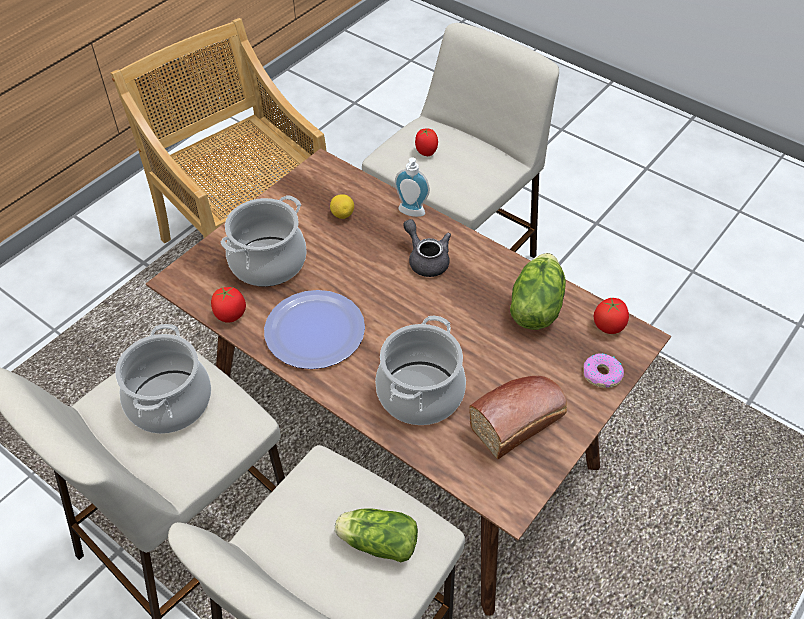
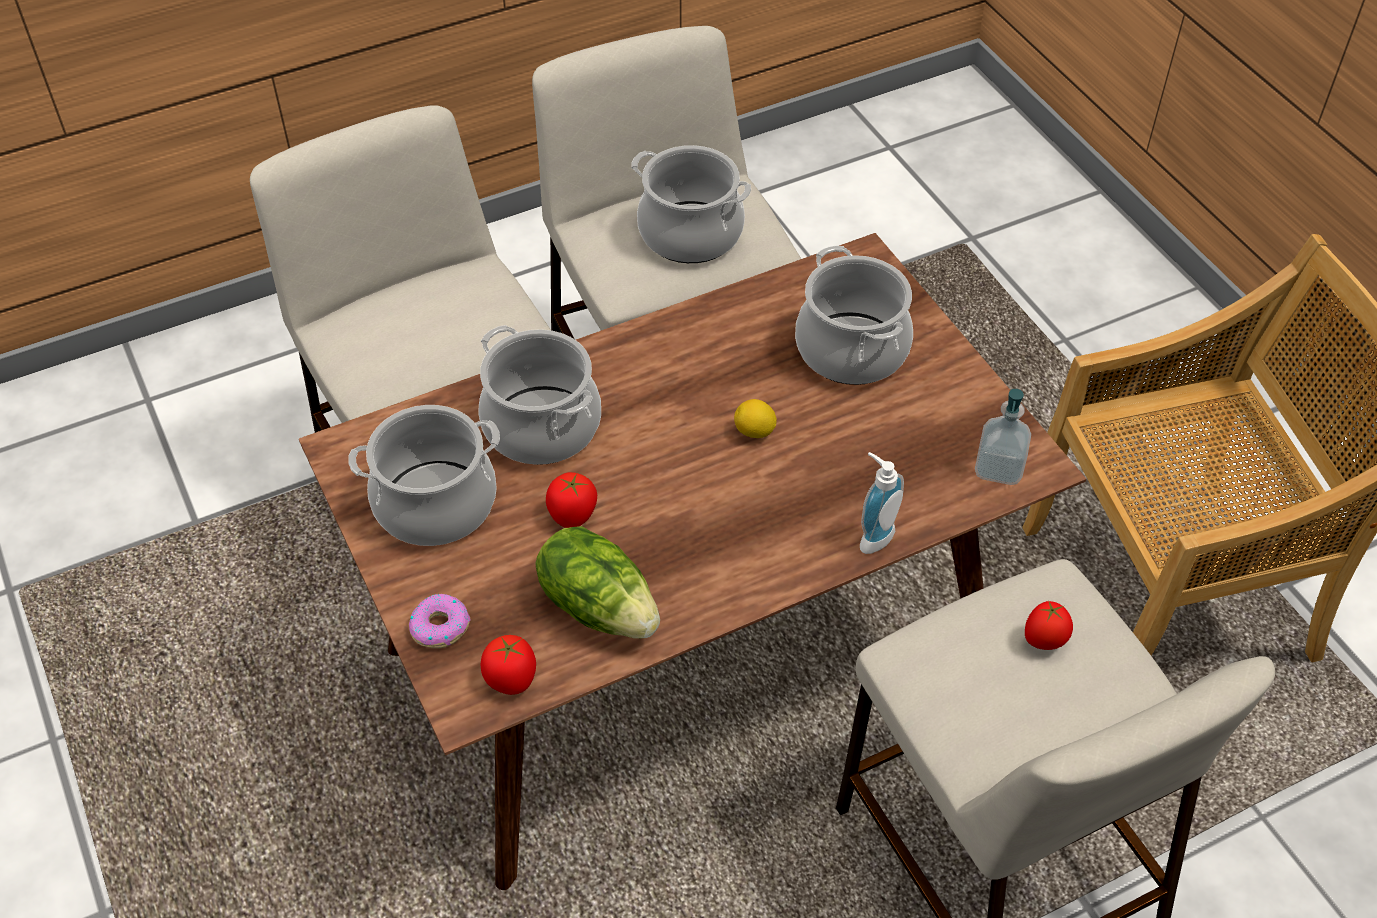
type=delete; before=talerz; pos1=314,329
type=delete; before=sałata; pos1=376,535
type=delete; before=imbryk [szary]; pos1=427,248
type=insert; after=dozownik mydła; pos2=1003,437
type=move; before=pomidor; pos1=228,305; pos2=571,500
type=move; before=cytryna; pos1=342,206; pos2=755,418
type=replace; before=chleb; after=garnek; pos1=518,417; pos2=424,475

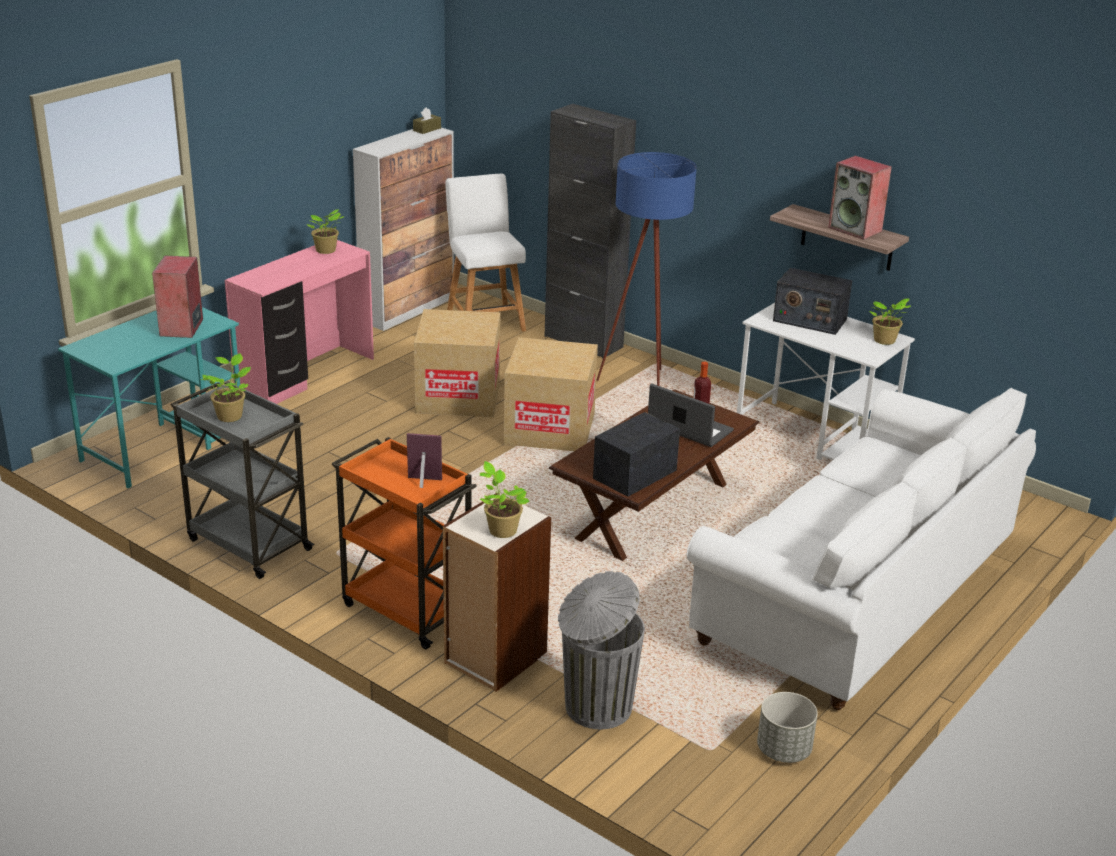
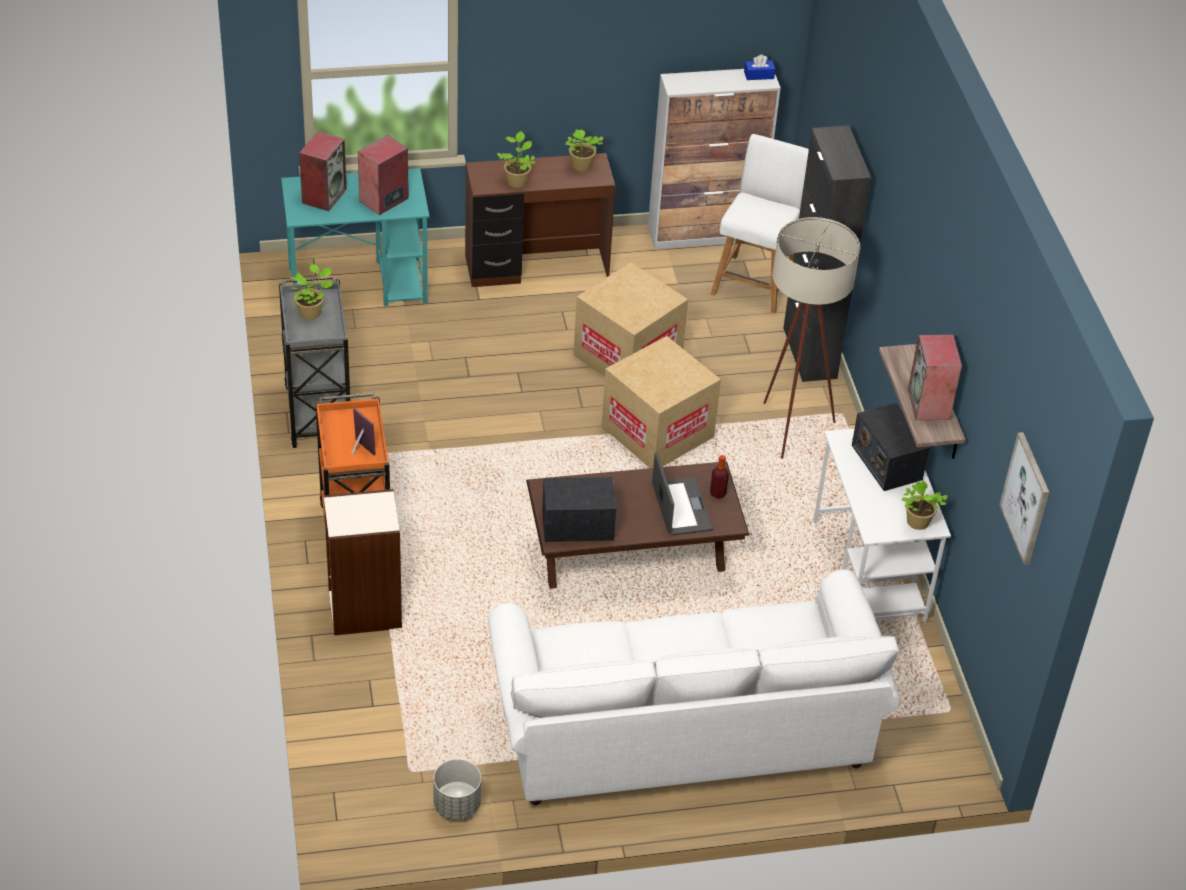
type=delete; before=kosz na śmieci [szary]; pos1=601,650
type=insert; after=głośnik; pos2=323,171
type=insert; after=obraz; pos2=1024,498
type=move; before=roślina doniczkowa; pos1=504,499; pos2=516,159
type=recolor; before=biurko [różowy]; after=biurko [brązowy]; pos1=299,322; pos2=540,220
type=recolor; before=pudełko chusteczek [brązowy]; after=pudełko chusteczek [niebieski]; pos1=427,120; pos2=759,67
type=recolor; before=lampa stojąca [niebieski]; after=lampa stojąca [beżowy]; pos1=647,269; pos2=812,338

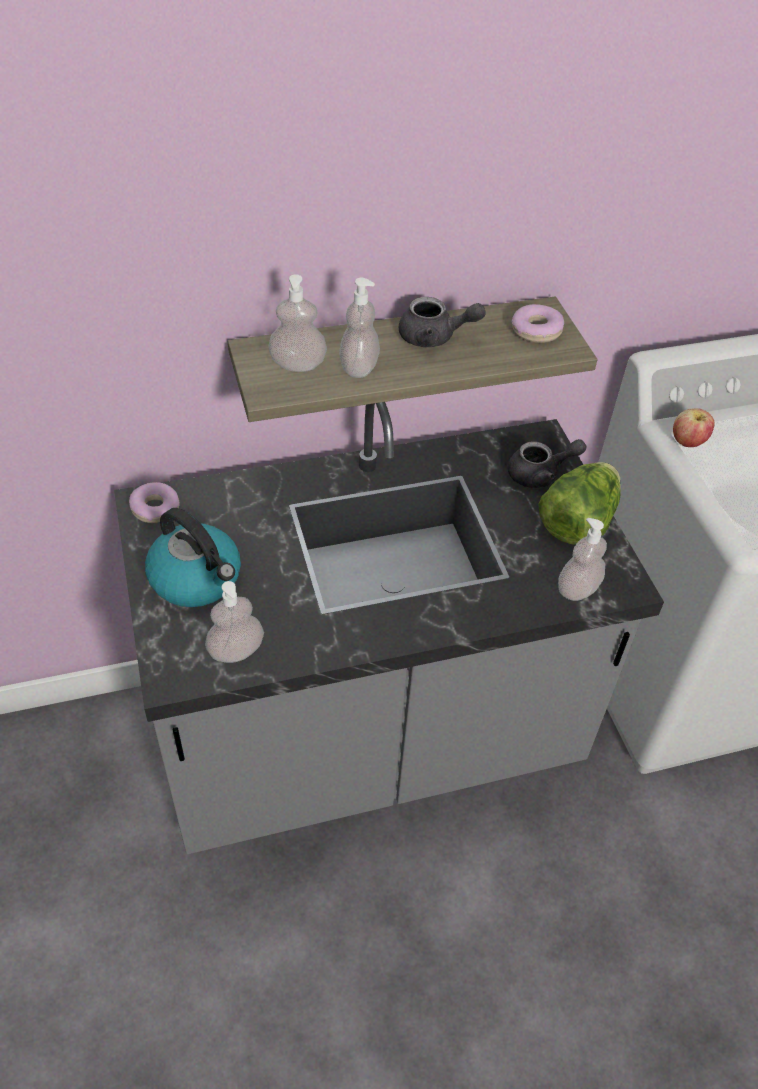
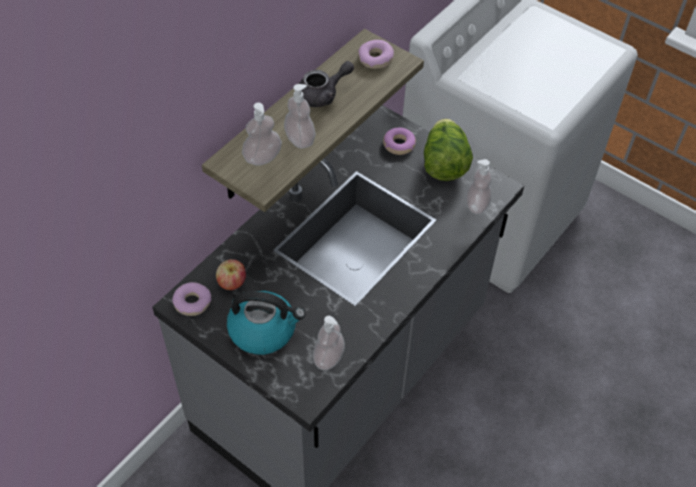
type=move; before=jabłko; pos1=693,427; pos2=231,274
type=replace; before=imbryk [szary]; after=donut; pos1=547,463; pos2=399,141

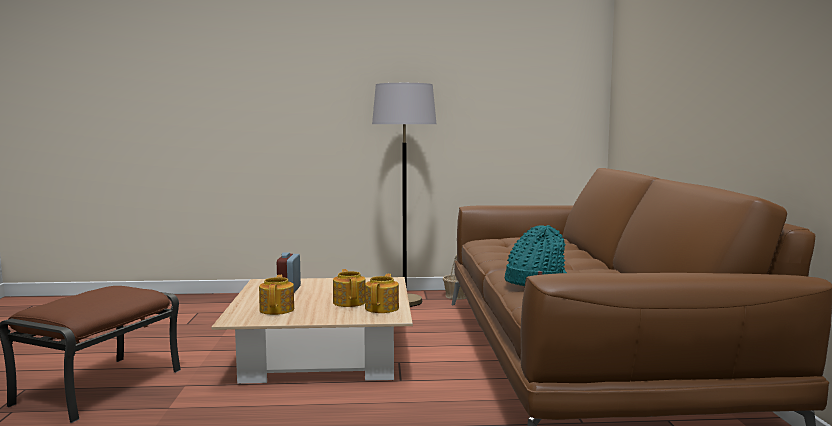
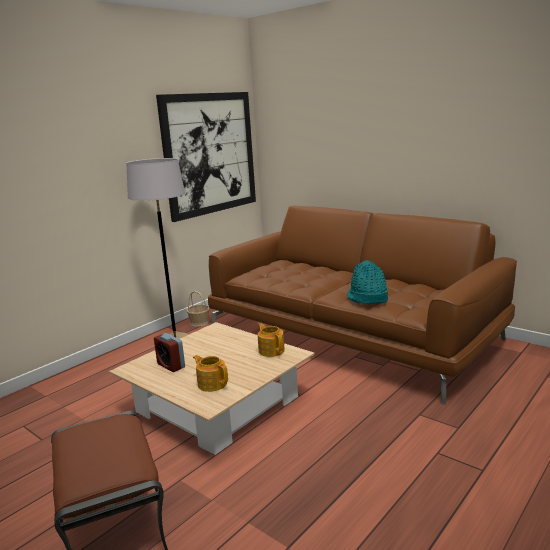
type=delete; before=imbryk; pos1=349,288
type=insert; after=obraz; pos2=206,157

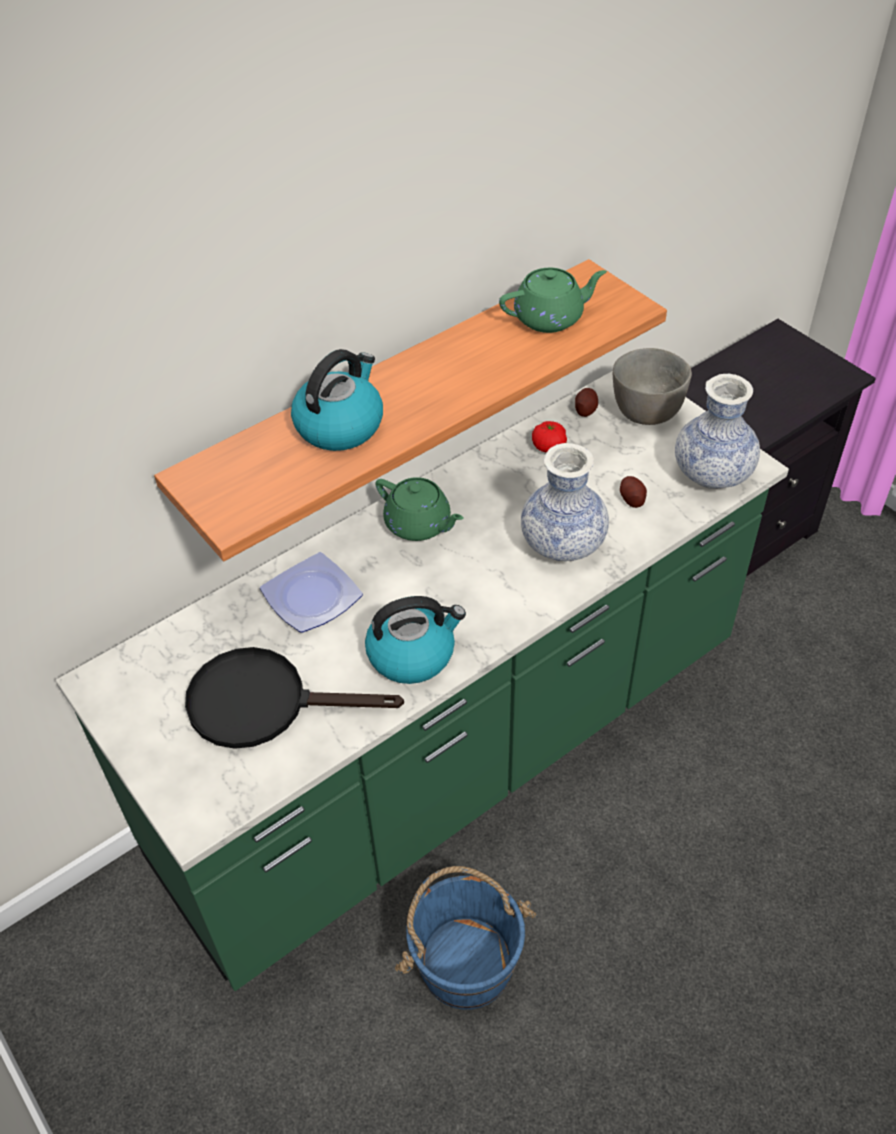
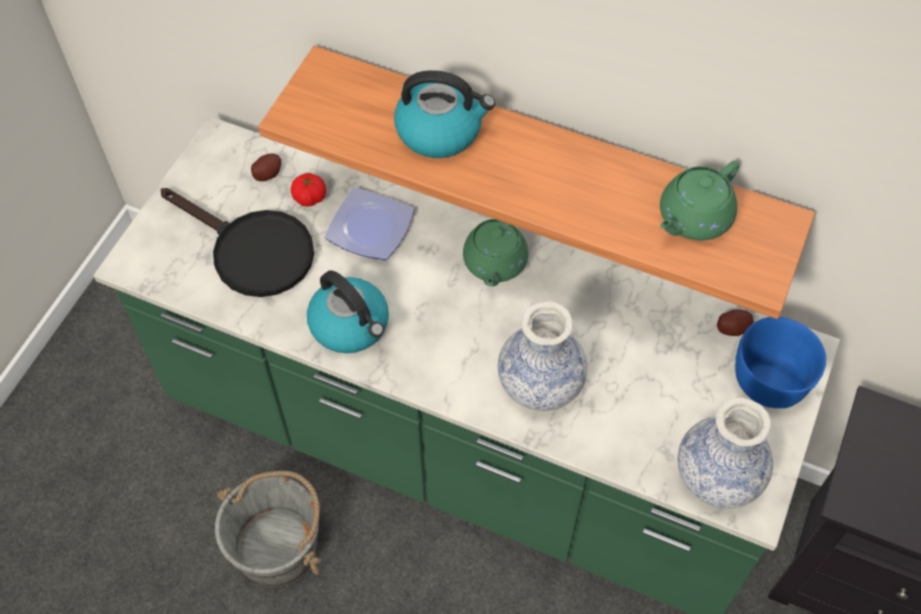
type=move; before=pomidor; pos1=549,436; pos2=308,190
type=move; before=ziemniak; pos1=633,492; pos2=266,167
type=recolor; before=wiadro [niebieski]; after=wiadro [szary]; pos1=466,938; pos2=268,529
type=recolor; before=miska [szary]; after=miska [niebieski]; pos1=652,386; pos2=780,362
type=rotate; before=patelnia [czarny]; pos1=294,698; pos2=237,242; turn=150
type=rotate; before=imbryk [zielony]; pos1=553,300; pos2=699,201; turn=90

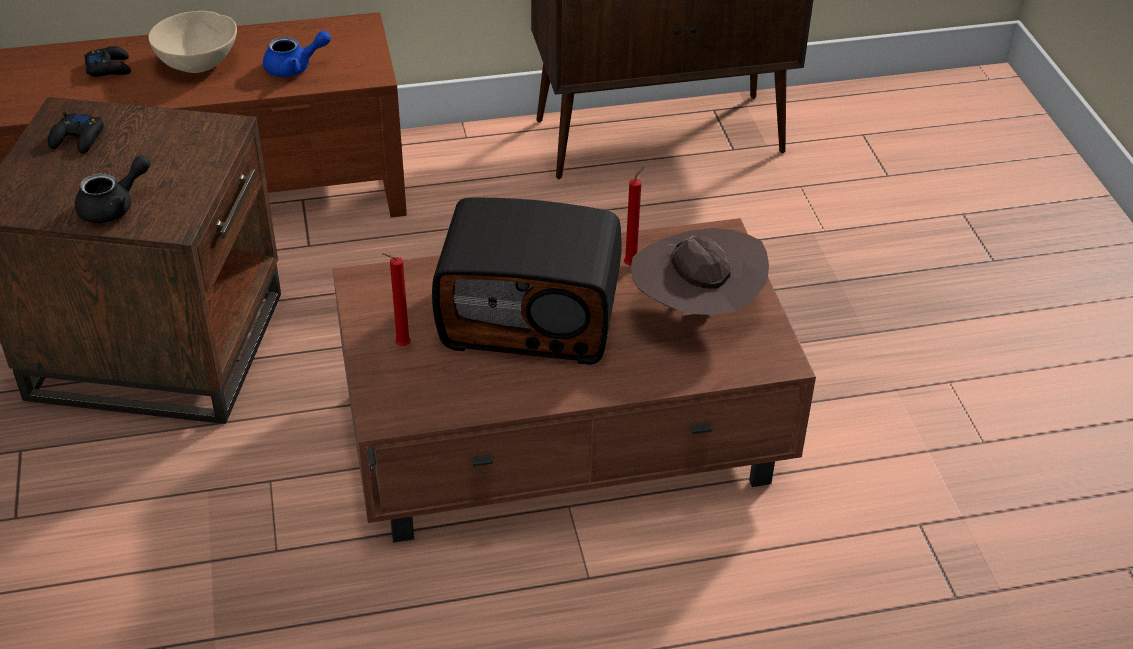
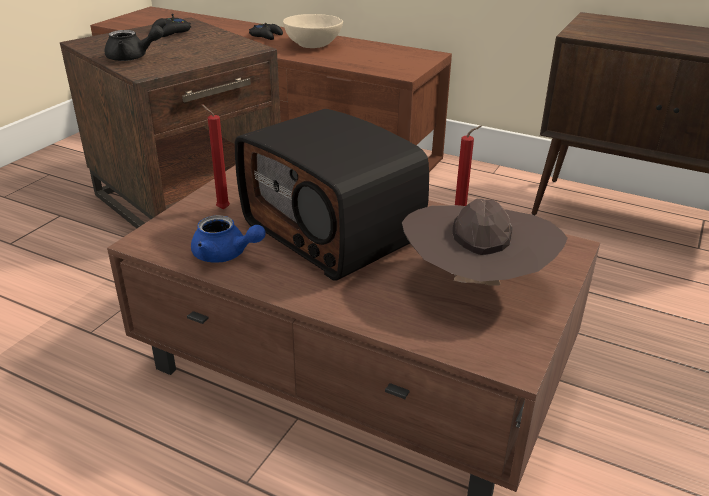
type=move; before=imbryk [niebieski]; pos1=297,54; pos2=228,239

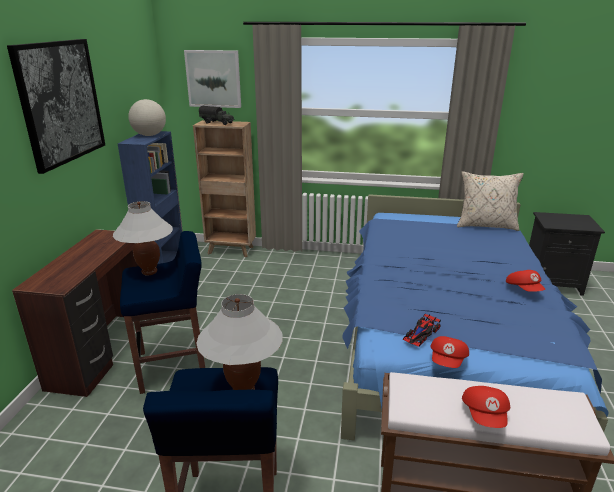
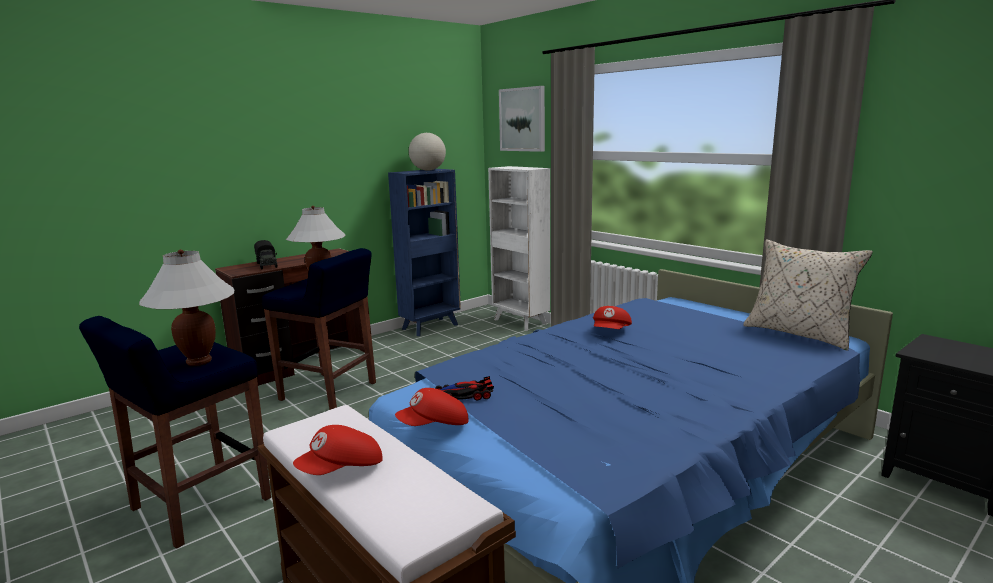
type=delete; before=obraz; pos1=56,106
type=move; before=ciężarówka zabawkowa; pos1=216,115; pos2=265,254
type=move; before=czapka z daszkiem [czerwony]; pos1=525,281; pos2=612,317
type=recolor; before=regał [brązowy]; after=regał [biały]; pos1=224,188; pos2=519,248

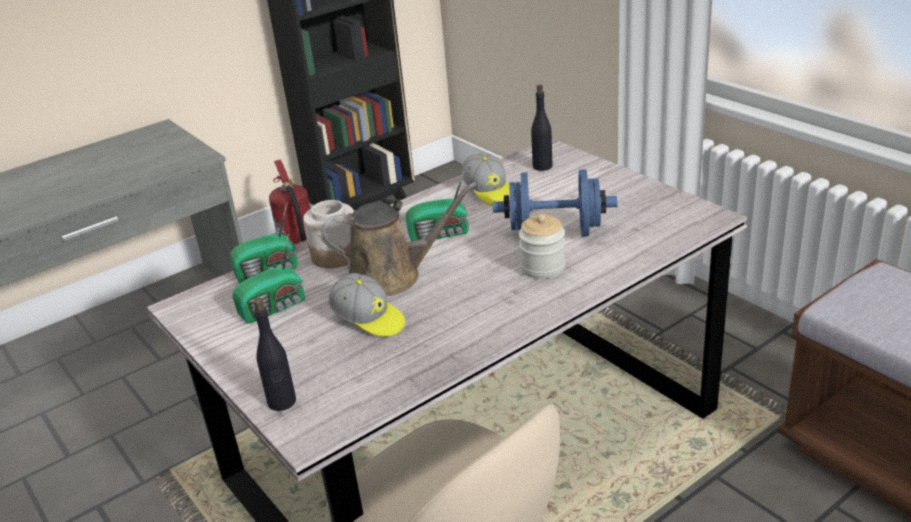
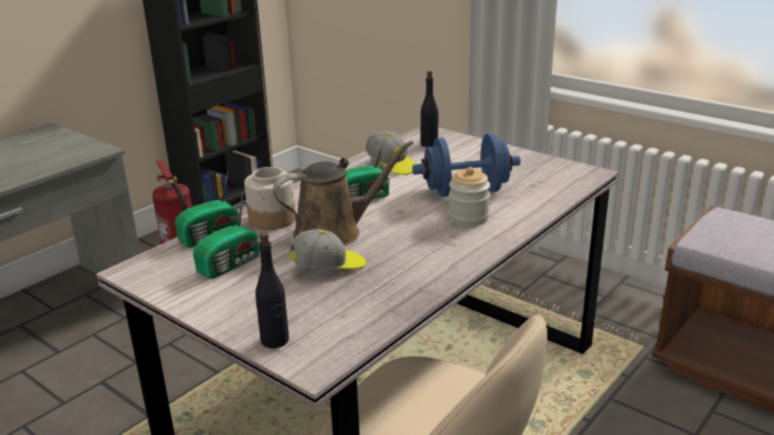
type=rotate; before=czapka z daszkiem; pos1=366,305; pos2=327,249; turn=-45

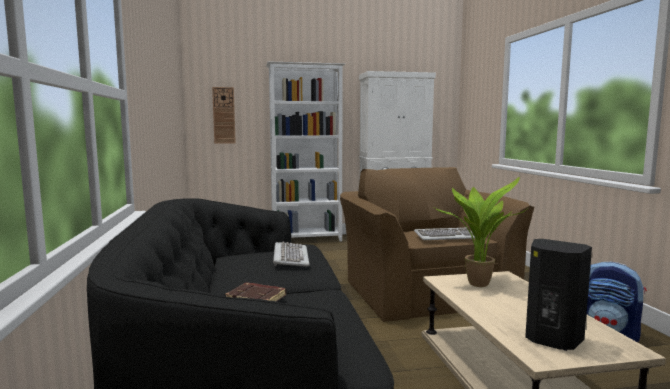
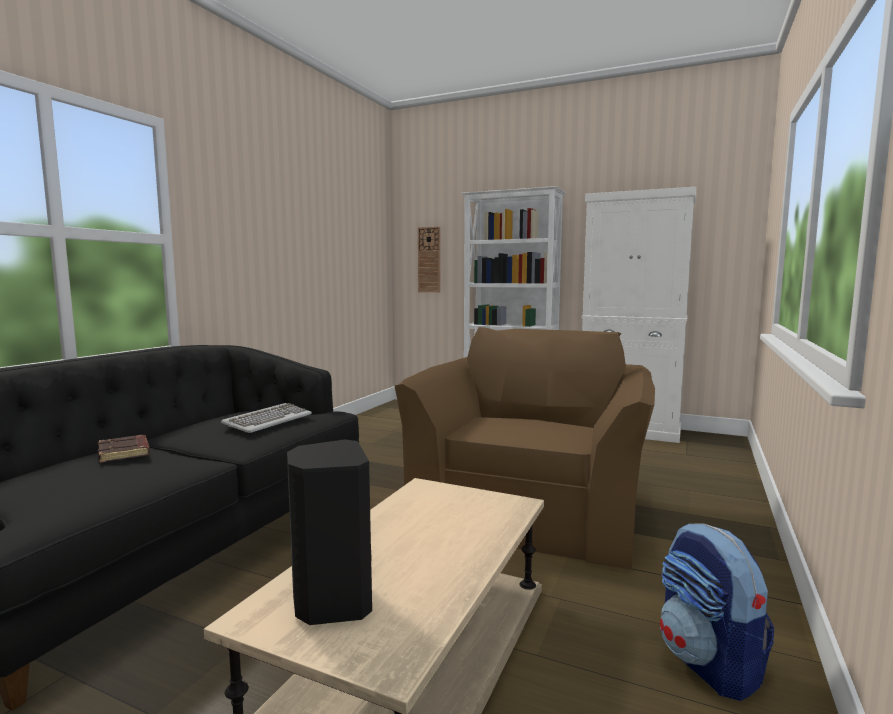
type=delete; before=klawiatura; pos1=444,234
type=delete; before=roślina doniczkowa; pos1=481,232

